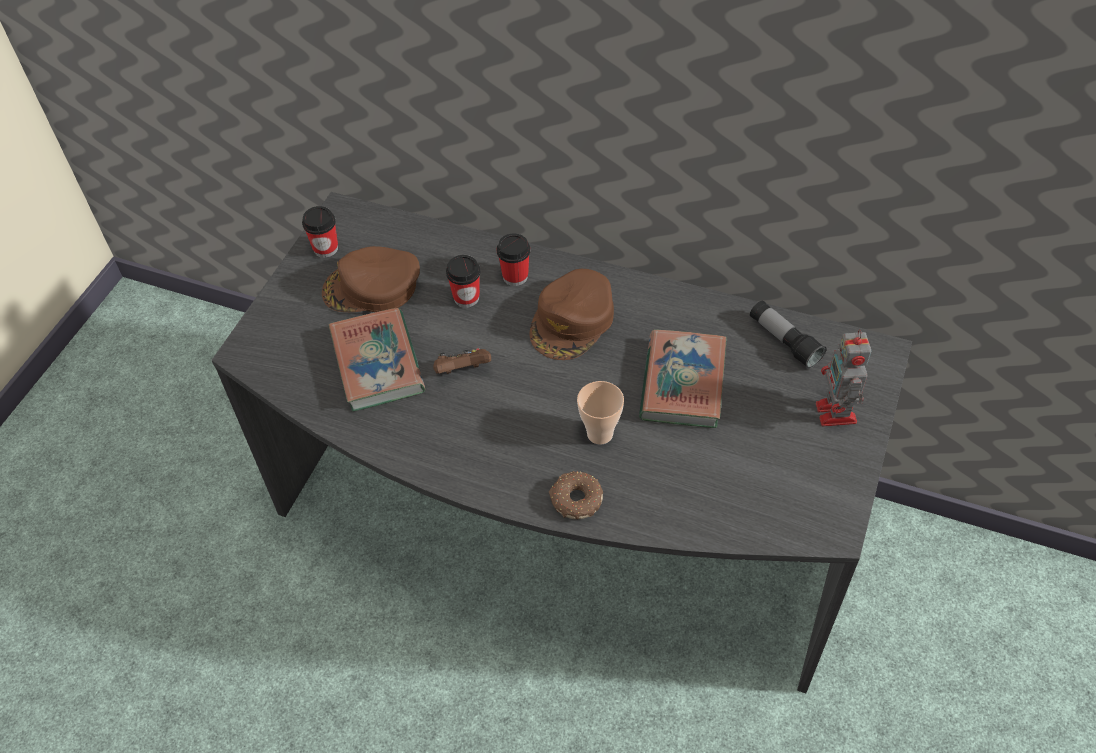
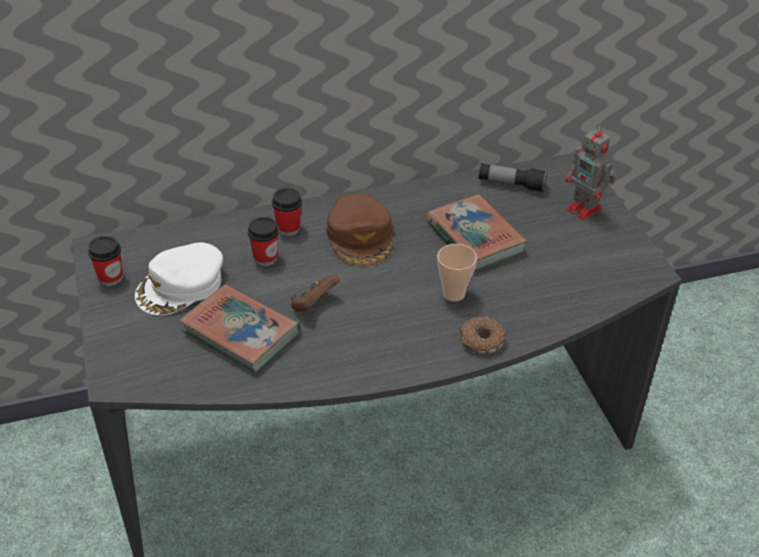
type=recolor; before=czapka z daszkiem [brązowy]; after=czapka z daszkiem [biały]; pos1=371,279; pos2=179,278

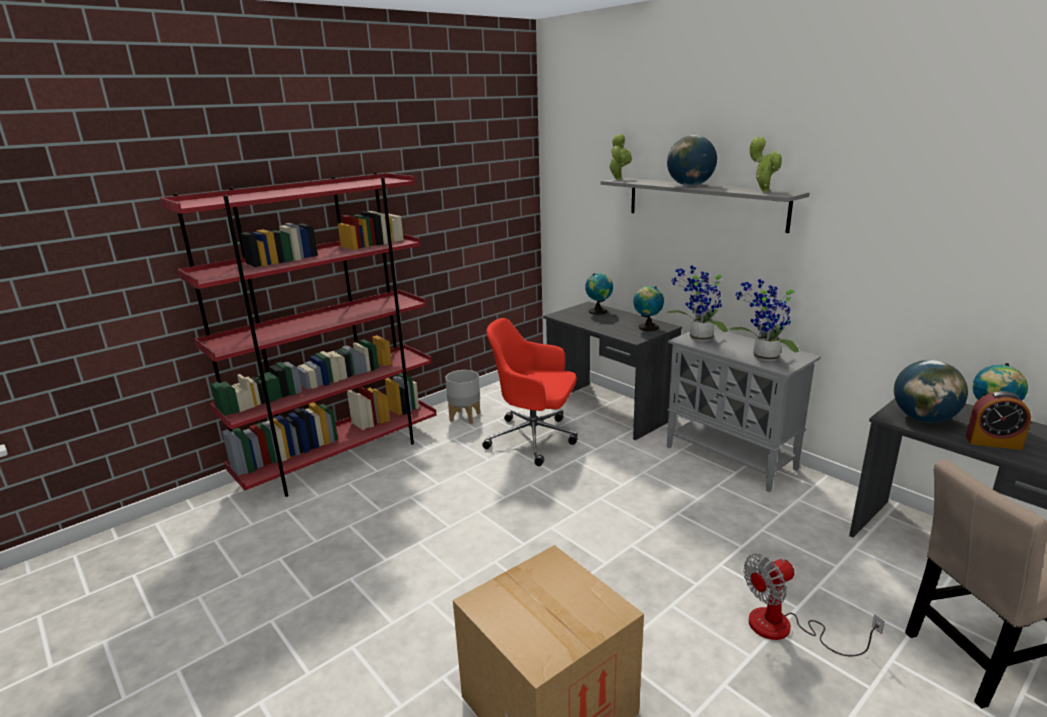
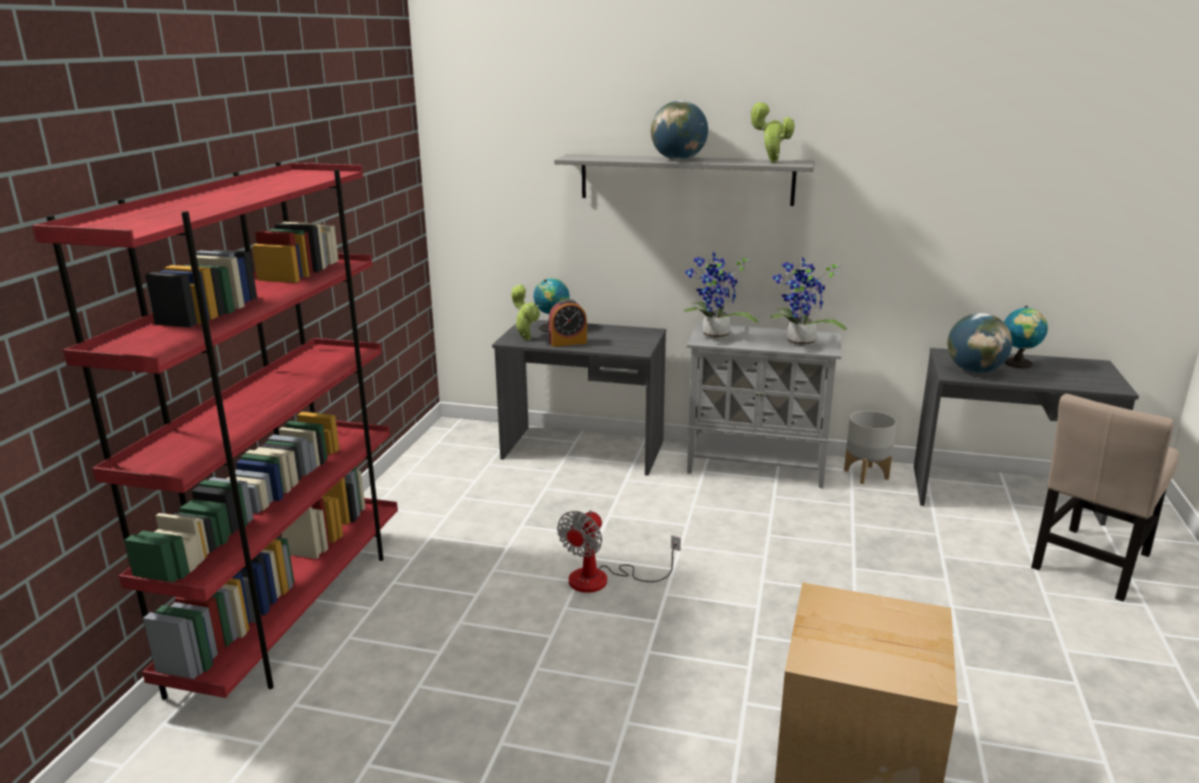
type=delete; before=krzesło biurowe [czerwony]; pos1=529,392
type=delete; before=globus; pos1=648,308
type=move; before=donica [szary]; pos1=462,397; pos2=870,447
type=move; before=roślina doniczkowa; pos1=620,157; pos2=525,312
type=move; before=wentylator; pos1=814,605; pos2=619,551
type=move; before=budzik; pos1=998,420; pos2=568,323

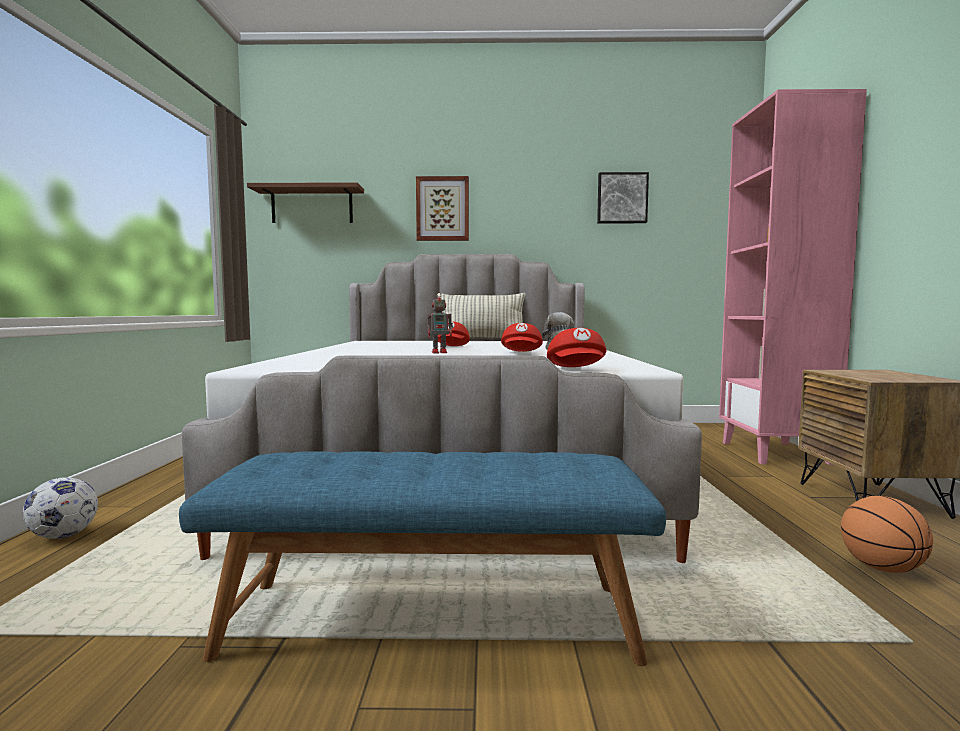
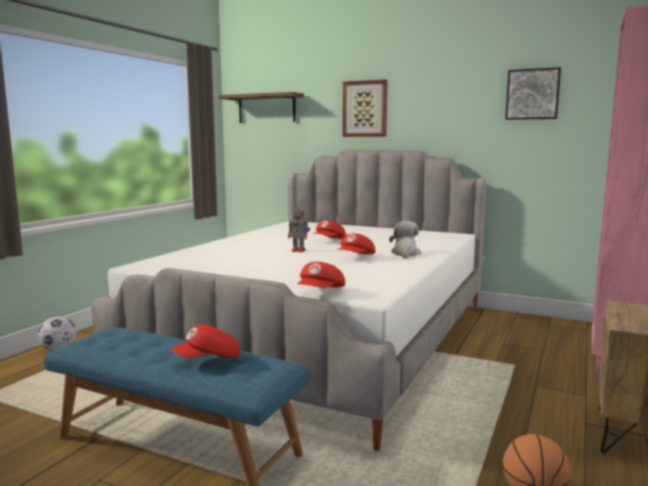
type=delete; before=poduszka; pos1=481,315
type=insert; after=czapka z daszkiem [czerwony]; pos2=205,341

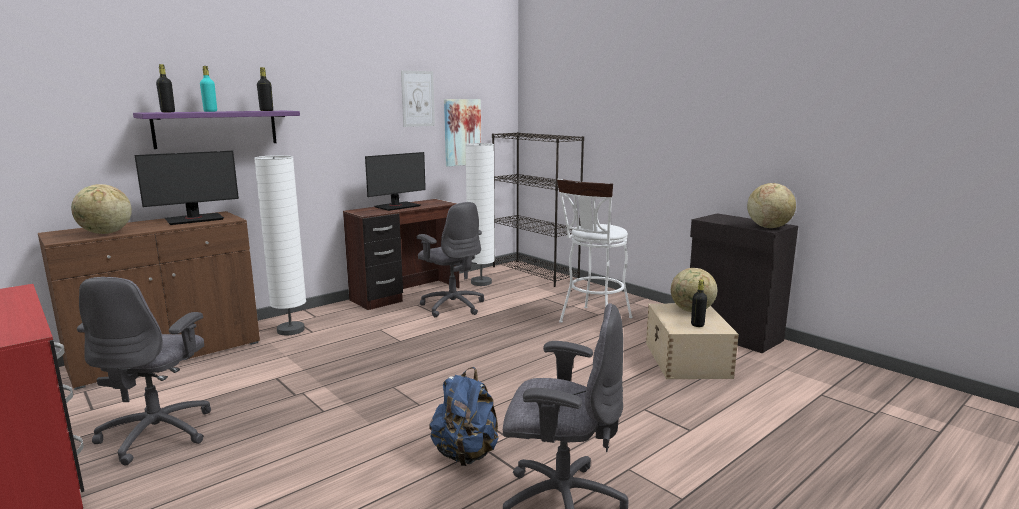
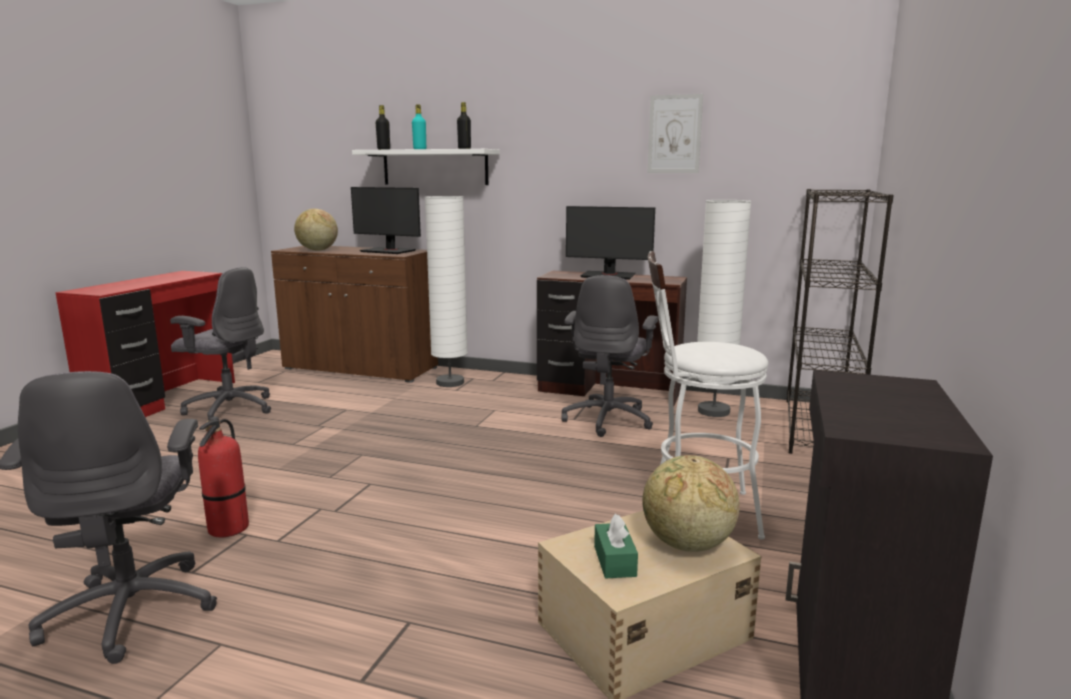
type=delete; before=obraz; pos1=462,133
type=delete; before=globus; pos1=771,205
type=replace; before=plecak [niebieski]; after=gaśnica; pos1=464,416; pos2=223,478
type=replace; before=butelka [czarny]; after=pudełko chusteczek [zielony]; pos1=699,303; pos2=616,546
type=recolor; before=półka [fioletowy]; after=półka [biały]; pos1=216,130; pos2=426,167
type=rotate; before=krzesło biurowe [szary]; pos1=144,371; pos2=220,344; turn=-135

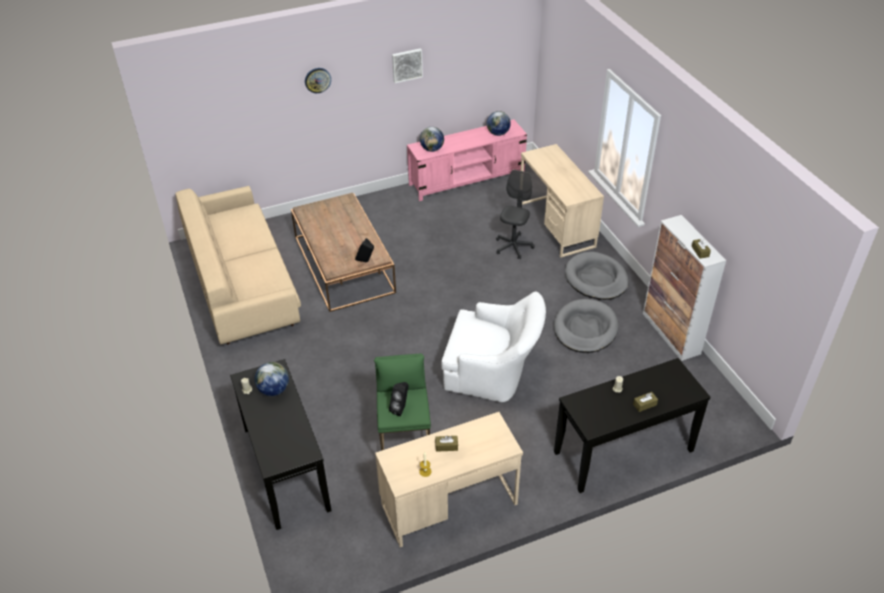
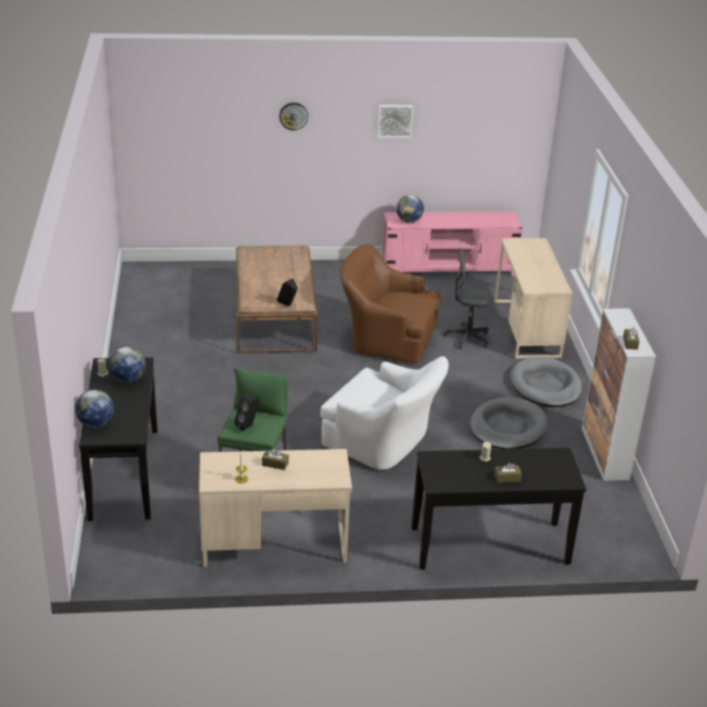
type=delete; before=kanapa [beżowy]; pos1=238,265
type=insert; after=fotel [brązowy]; pos2=390,304
type=move; before=globus; pos1=499,123; pos2=94,408
type=rotate; before=krzesło biurowe [szary]; pos1=515,214; pos2=466,298; turn=-120

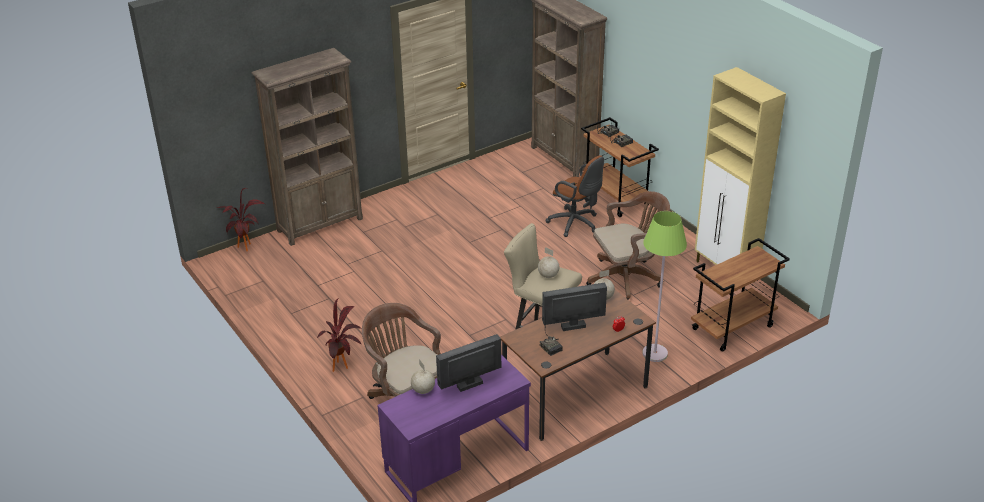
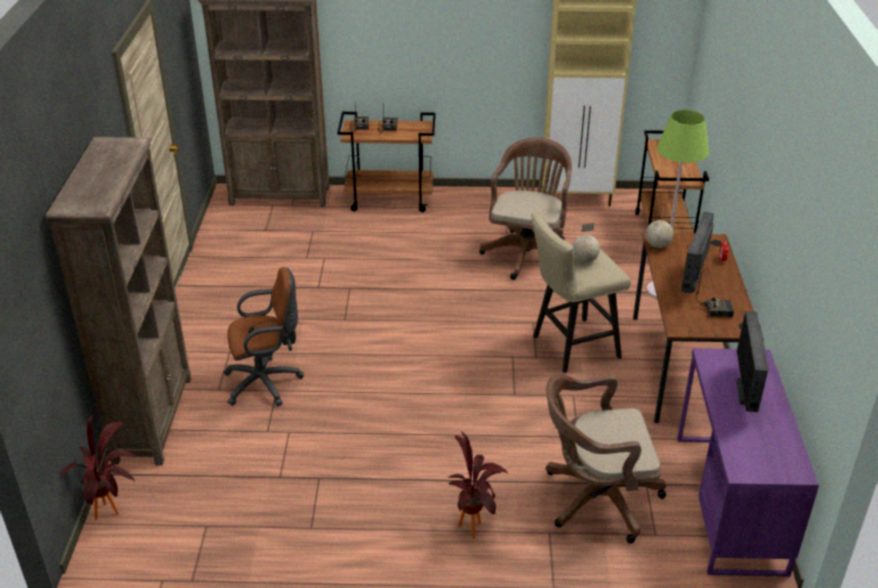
type=delete; before=globus; pos1=423,376
type=move; before=krzesło biurowe [brązowy]; pos1=575,196; pos2=263,336

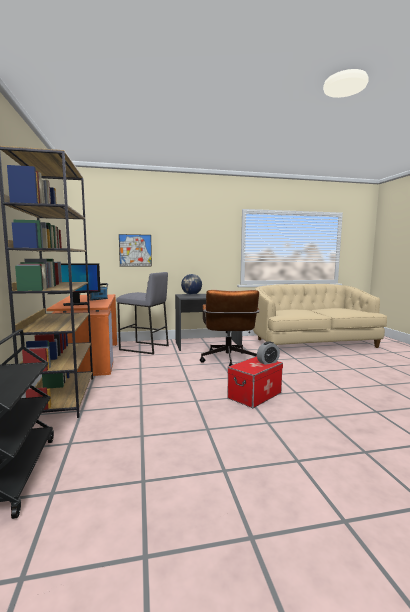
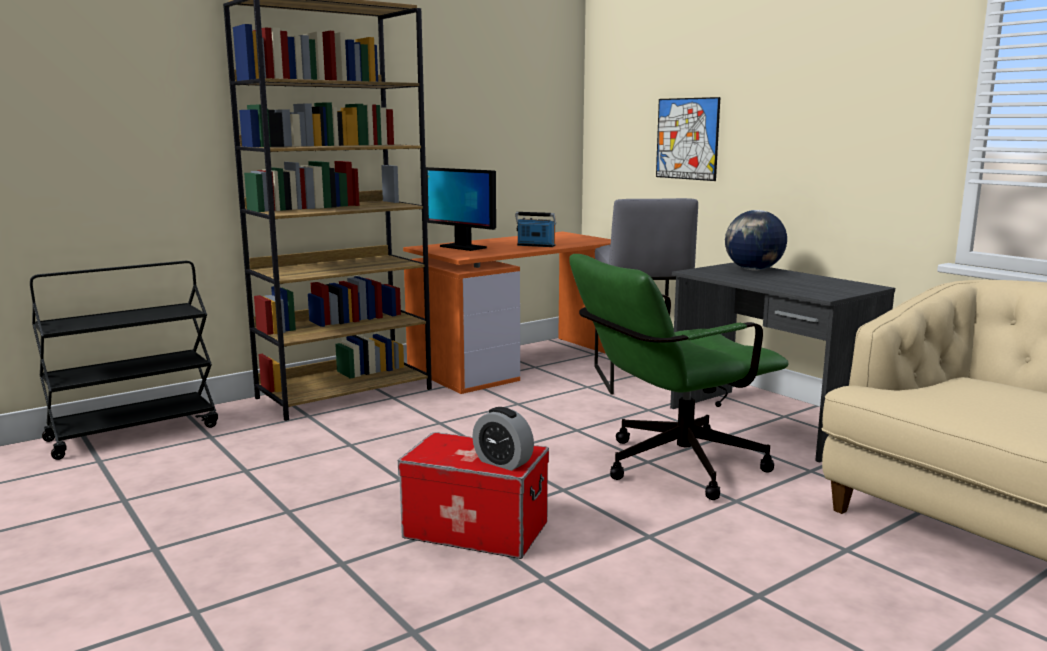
type=recolor; before=krzesło biurowe [brązowy]; after=krzesło biurowe [zielony]; pos1=230,328; pos2=679,377

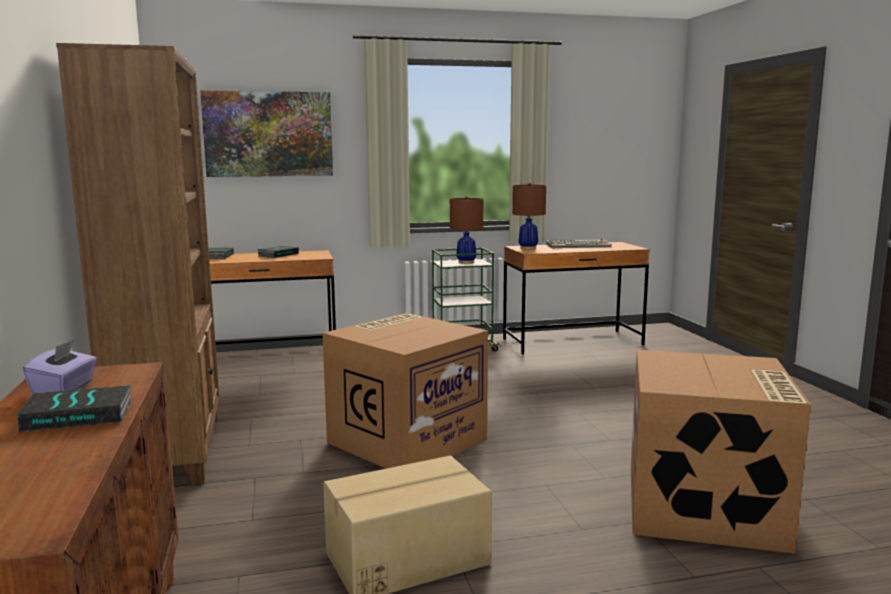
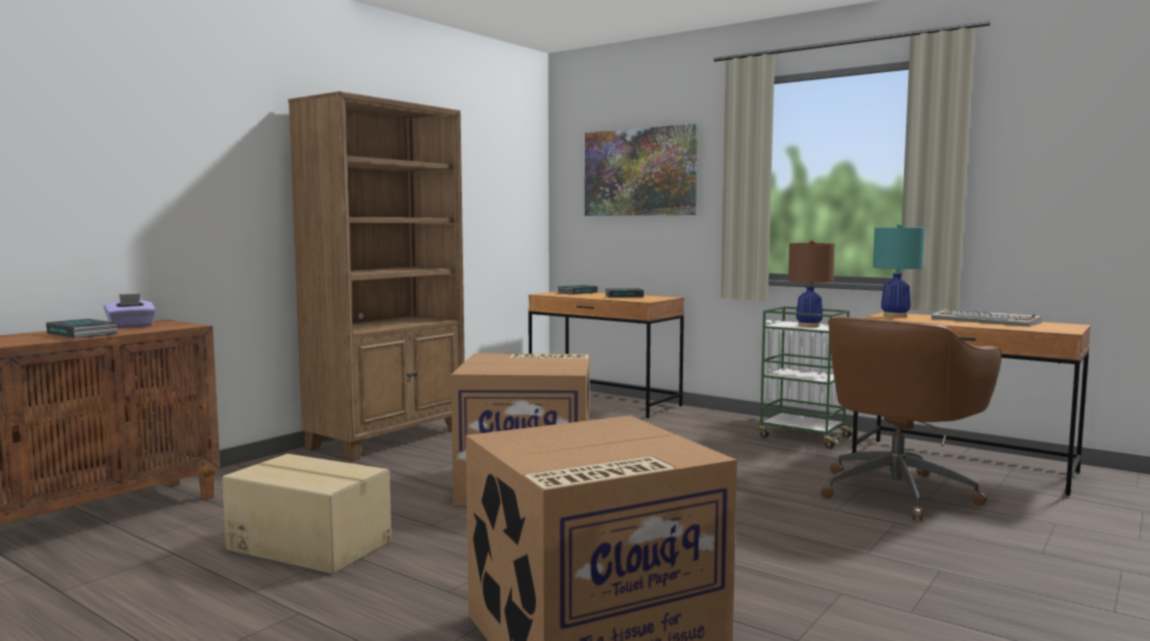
type=insert; after=krzesło biurowe [brązowy]; pos2=911,418
type=recolor; before=lampa stołowa [brązowy]; after=lampa stołowa [turkusowy]; pos1=529,216; pos2=899,271

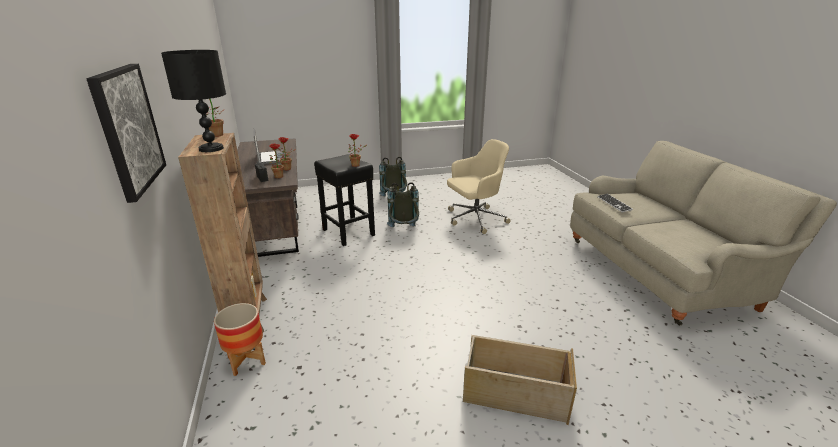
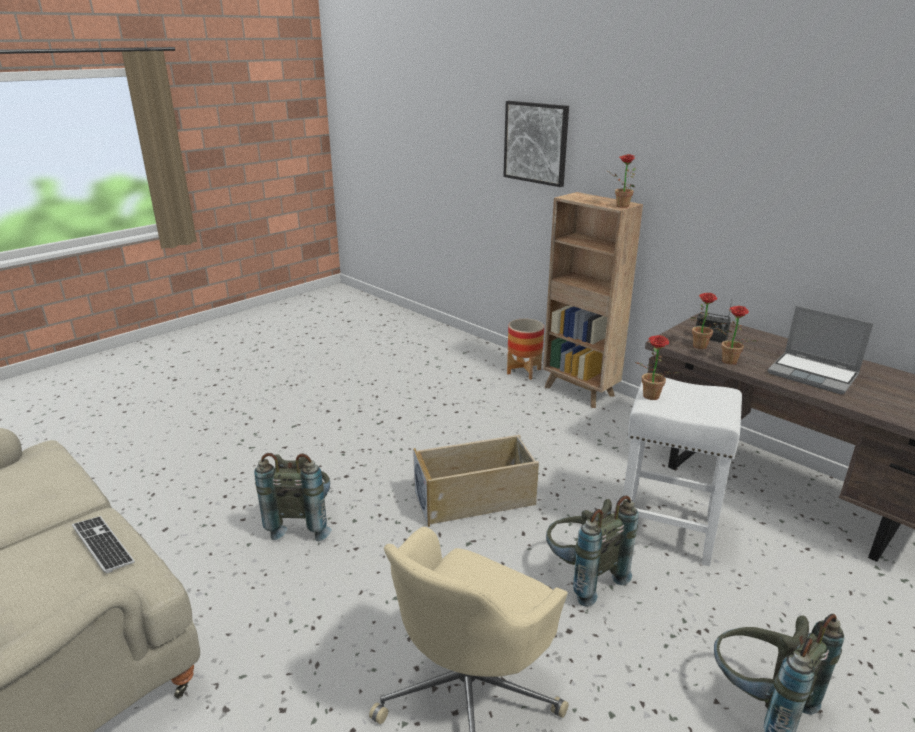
type=delete; before=lampa stołowa [czarny]; pos1=193,101
type=insert; after=plecak [szary]; pos2=292,497
type=move; before=pojemnik do przechowywania [beżowy]; pos1=520,380; pos2=476,481
type=recolor; before=stołek [czarny]; after=stołek [biały]; pos1=344,200; pos2=681,471

